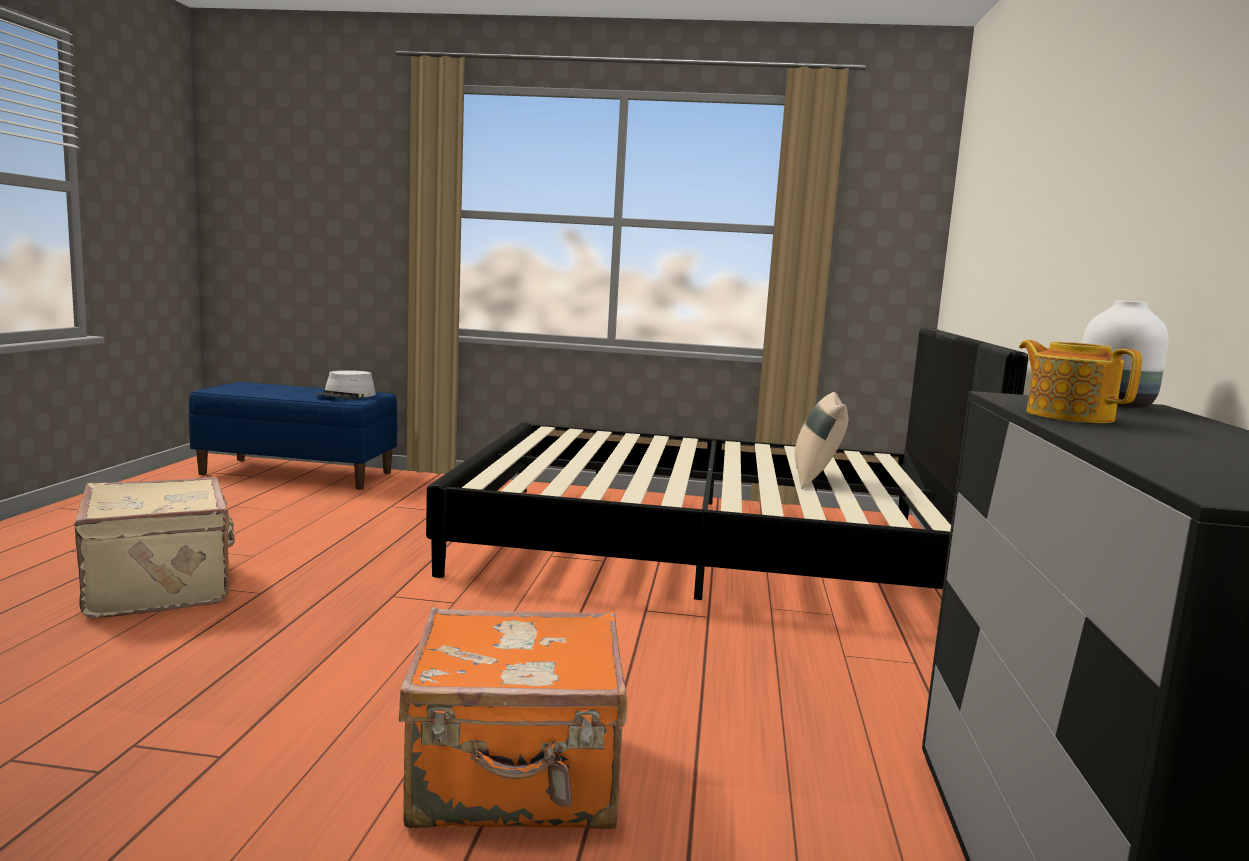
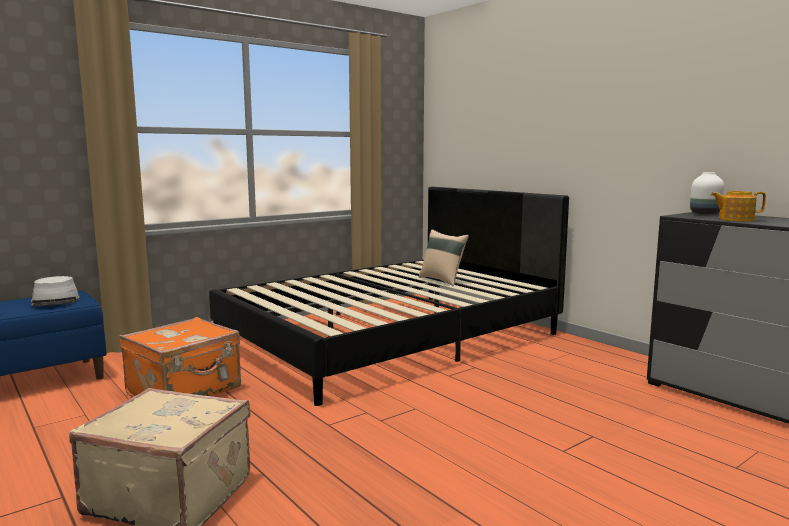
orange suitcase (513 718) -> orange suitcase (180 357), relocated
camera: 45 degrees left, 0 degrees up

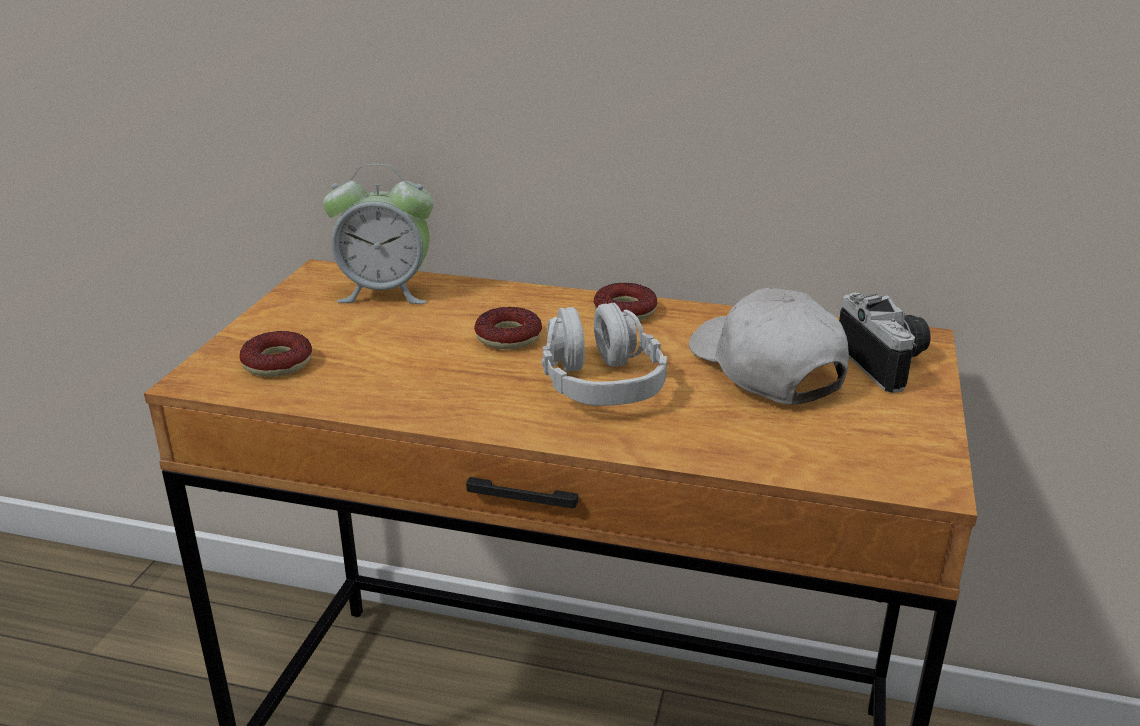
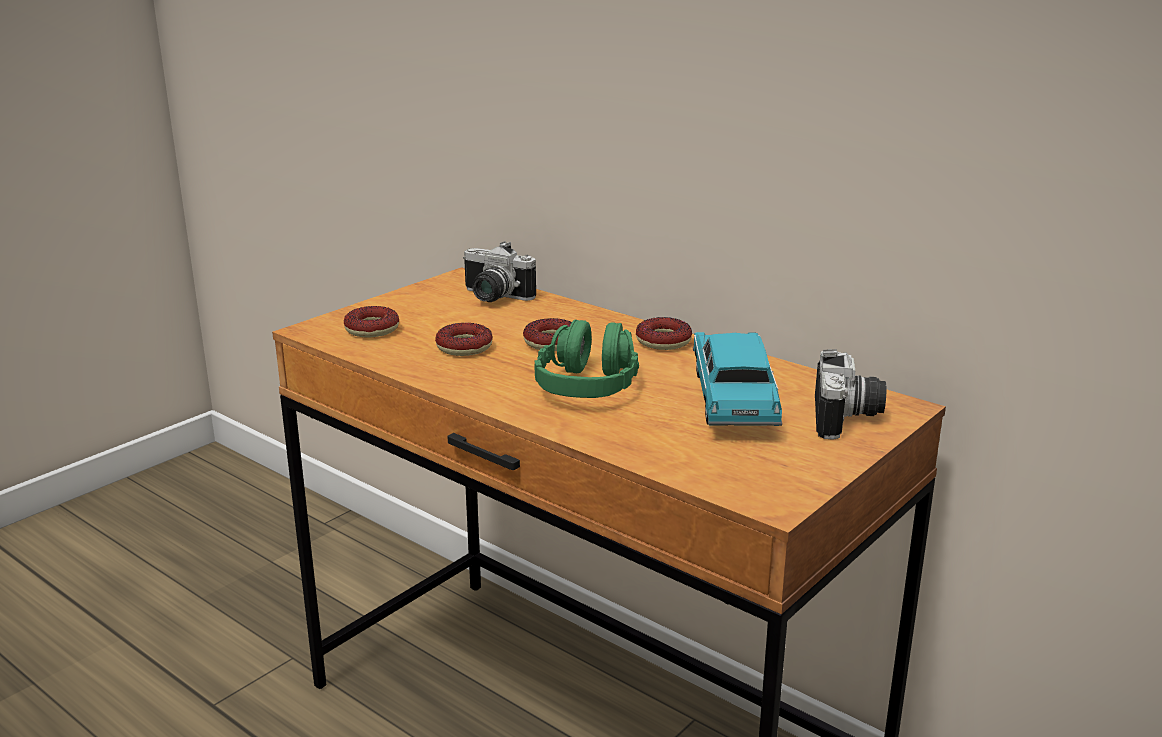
none -> donut (464 339)
alarm clock (378 234) -> photo camera (499 271)
grey headphones (604 354) -> green headphones (587 359)
white cap (769 346) -> turquoise toy car (737 379)
camera: 25 degrees right, 5 degrees down

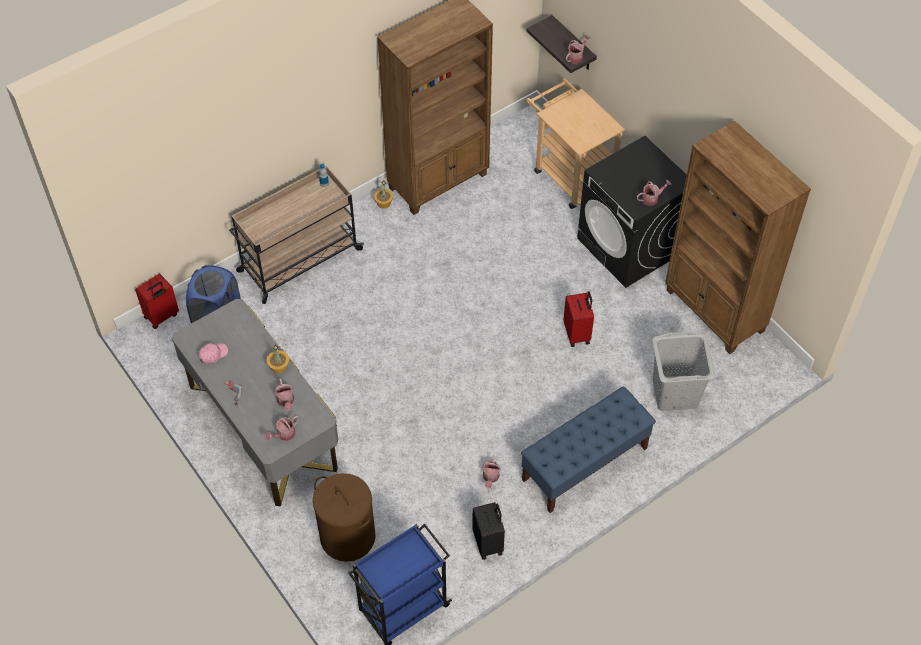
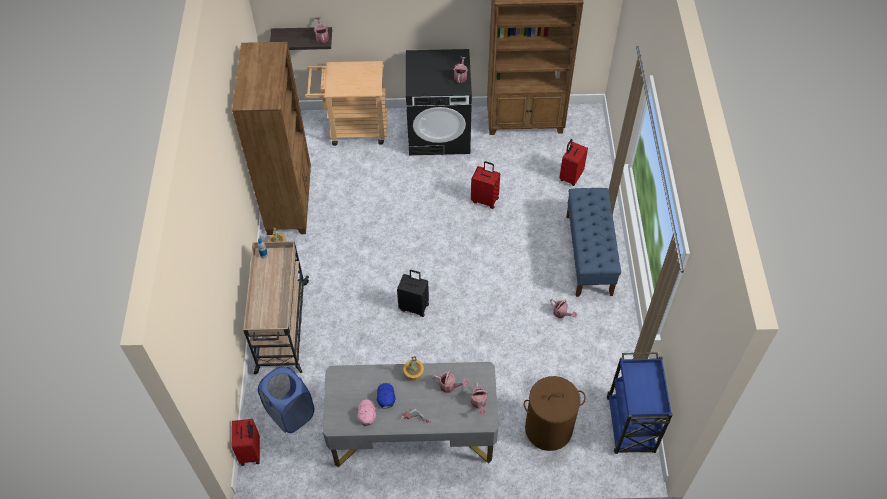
none -> blue cap (386 396)
black suitcase (488 531) -> black suitcase (413 293), relocated
grey laundry basket (683 371) -> red suitcase (573 162)
camera: 55 degrees left, 0 degrees up

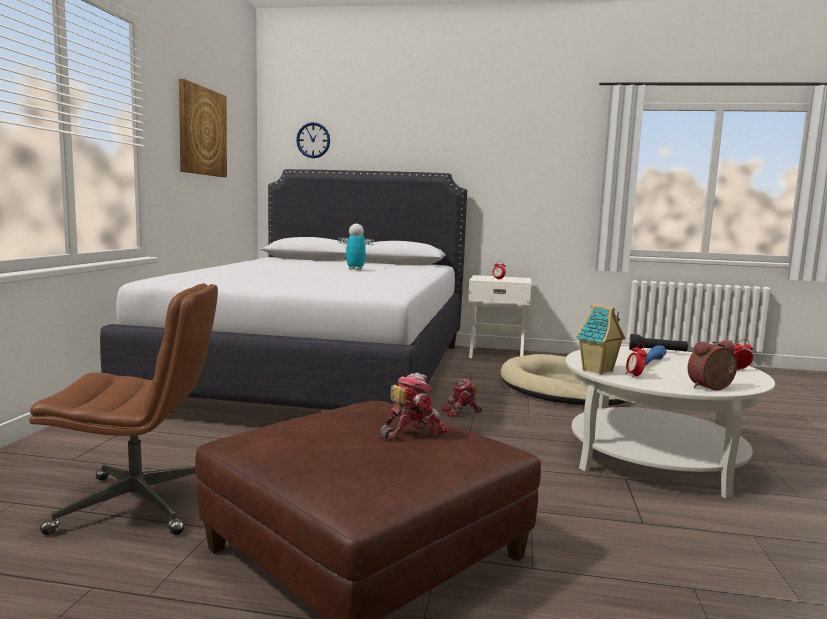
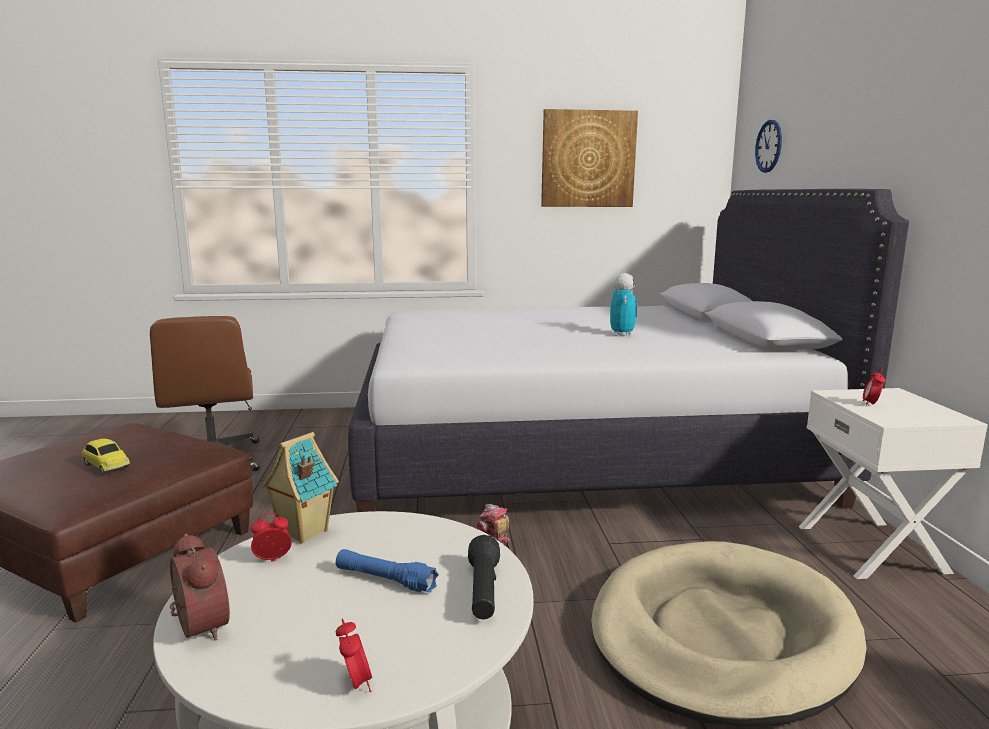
toy robot (413 406) -> toy car (106 456)
camera: 75 degrees right, 5 degrees up

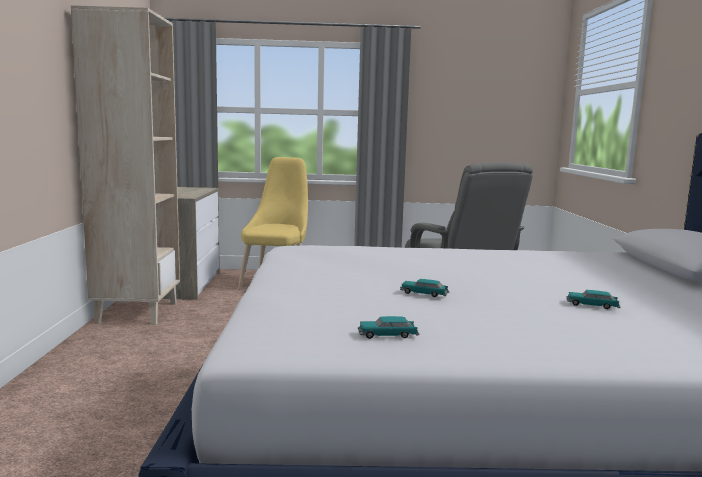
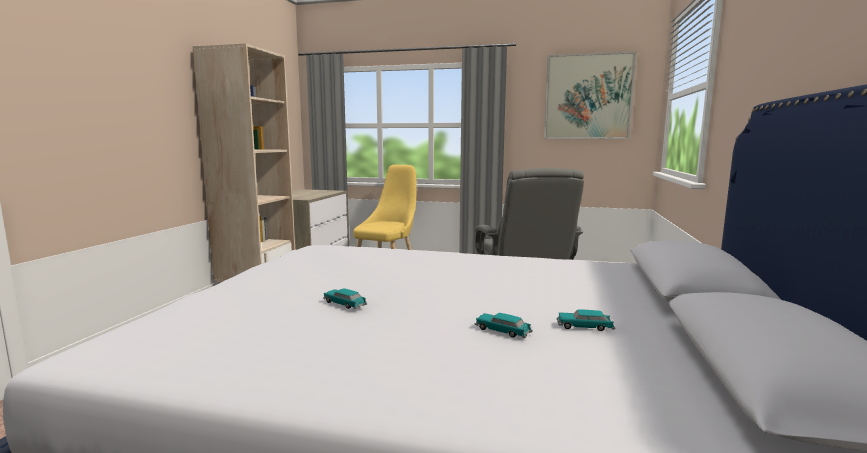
none -> picture (590 95)
toy car (388 327) -> toy car (586 320), relocated
camera: 15 degrees right, 0 degrees up

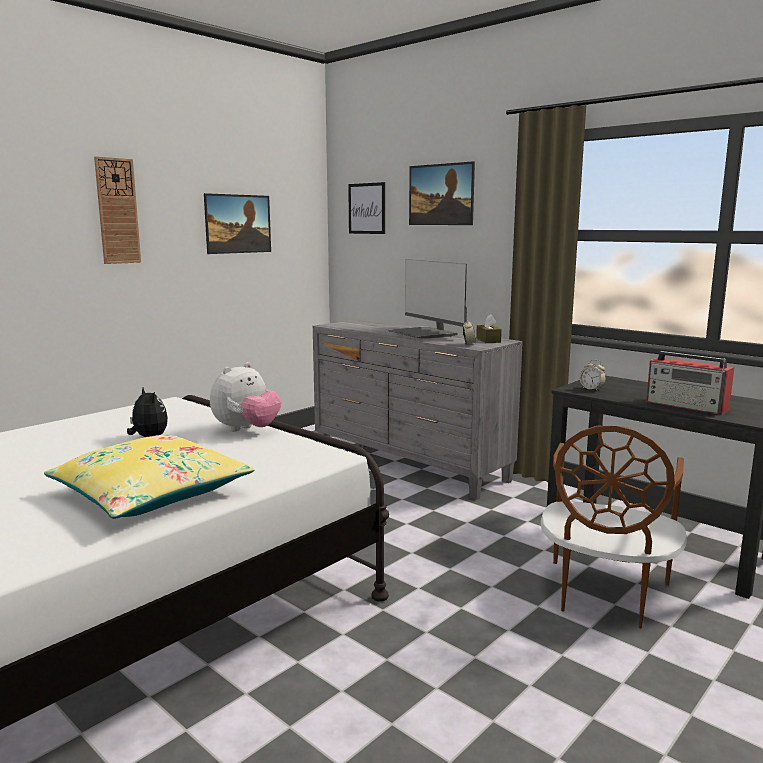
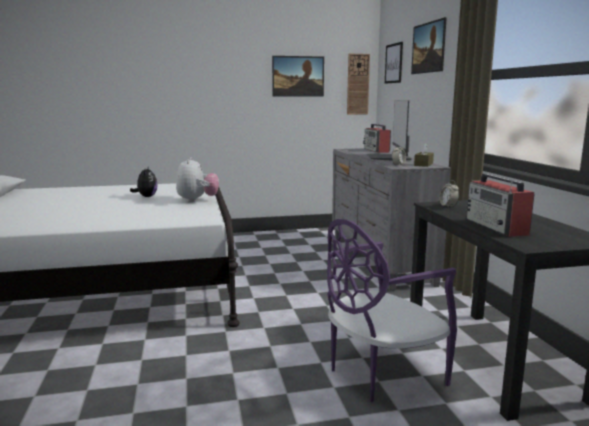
plush toy (246 397) -> plush toy (197 179), 75 degrees counterclockwise
brown chair (614 527) -> purple chair (392 310)
wall clock (117 210) -> wall clock (358 84), relocated
none -> radio (377 138)
yellow pillow (149 477) -> none
camera: 35 degrees right, 0 degrees up

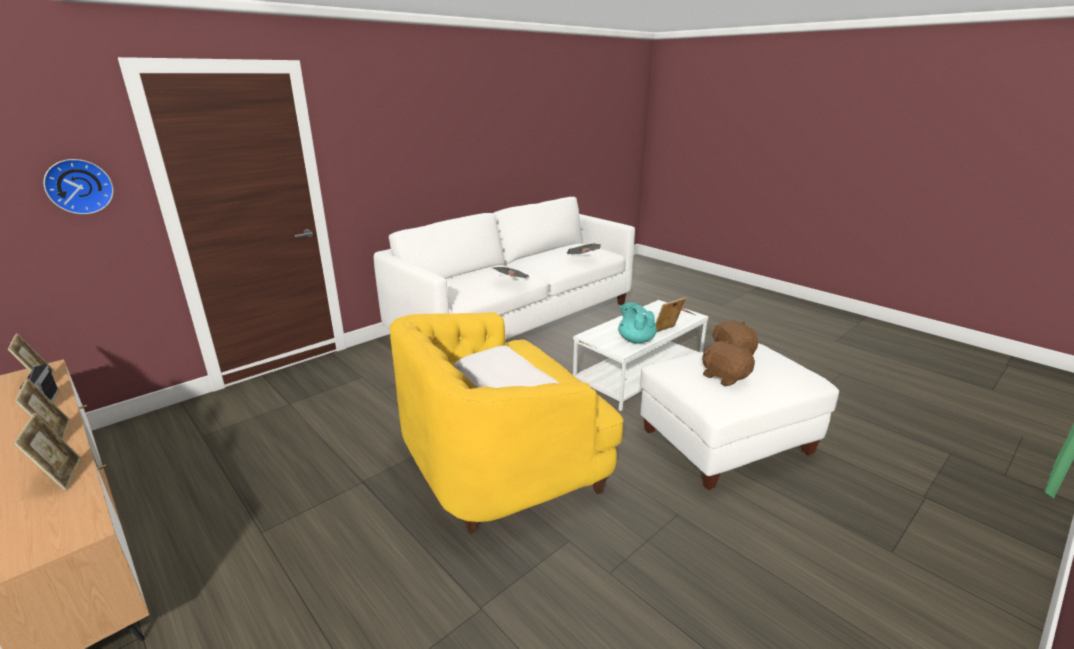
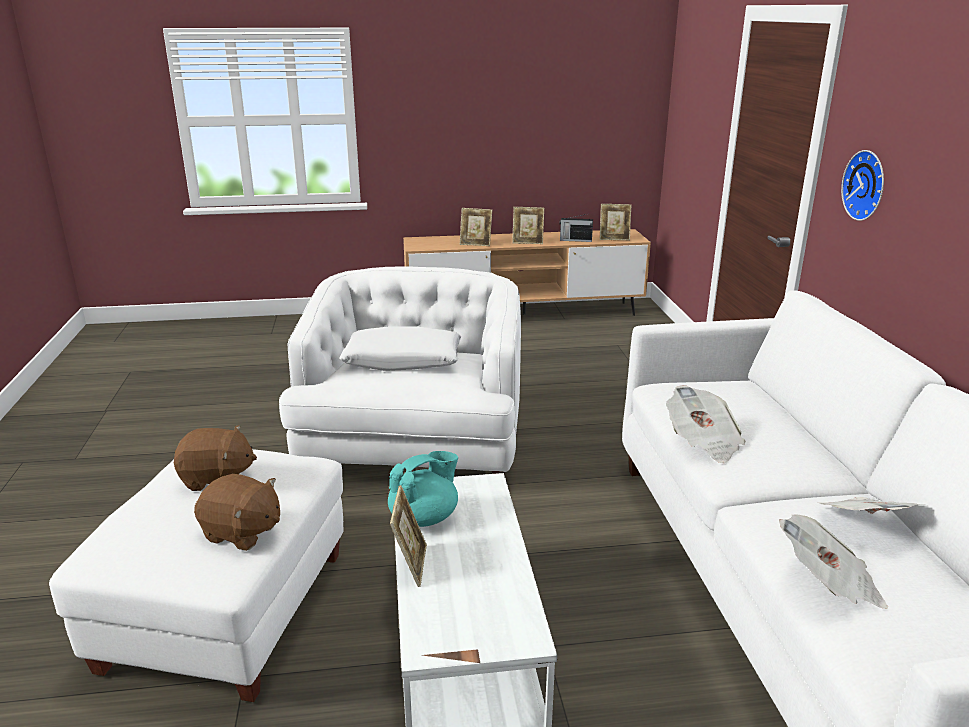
yellow armchair (506 423) -> white armchair (400 370)
turquoise teapot (637 323) -> turquoise teapot (423 489), 45 degrees counterclockwise
none -> newspaper (872 505)
wall clock (78 186) -> wall clock (862 185), relocated
camera: 125 degrees right, 0 degrees up

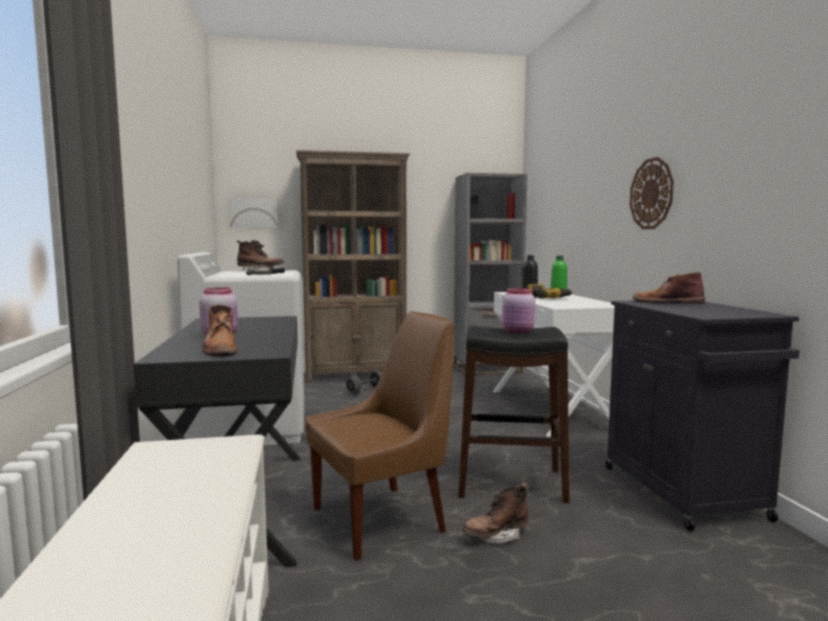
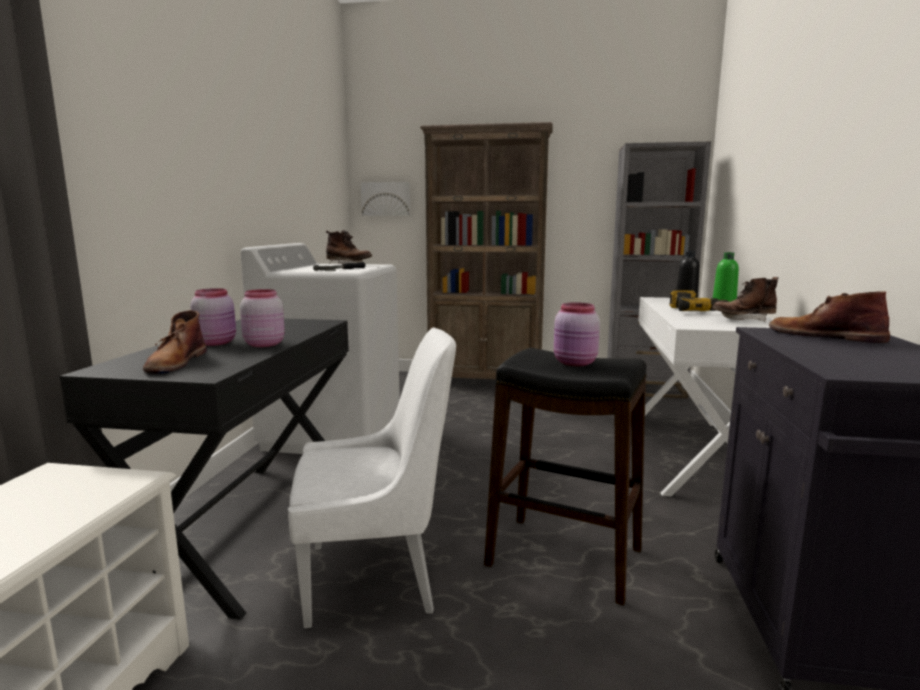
none -> pink jar (262 318)
brown chair (380 436) -> white chair (372 478)
brown boot (495 513) -> brown boot (745 299), relocated
grey dumbbell (364 382) -> none
wall clock (652 193) -> none
camera: 20 degrees right, 5 degrees up

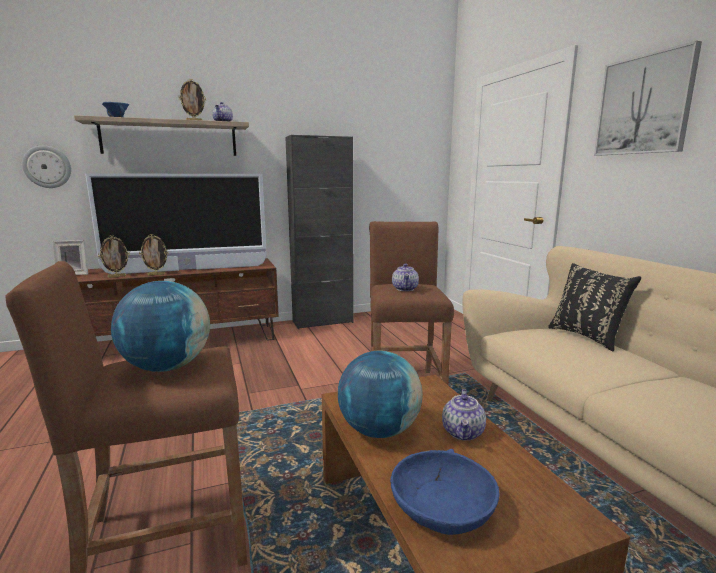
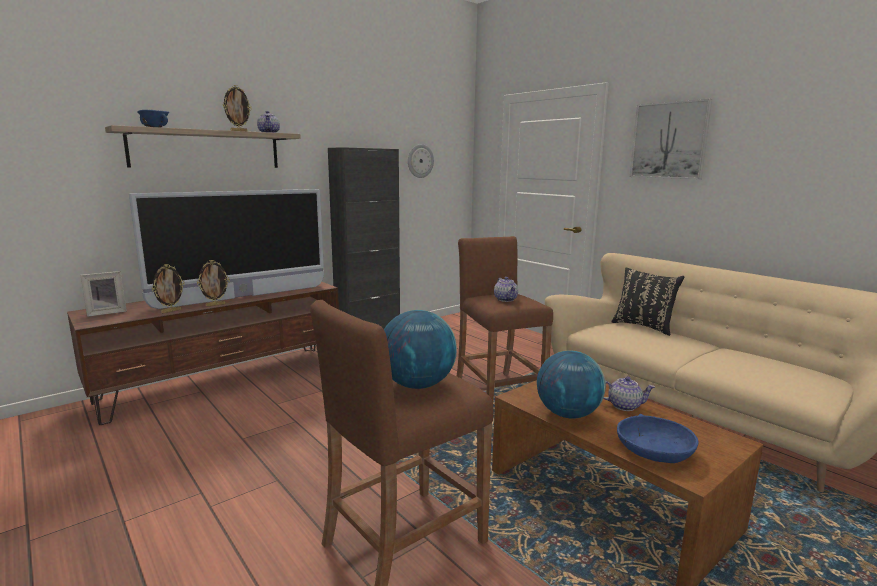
wall clock (46 166) -> wall clock (421 161), relocated
teapot (464 415) -> teapot (629 394), 75 degrees counterclockwise
camera: 20 degrees left, 0 degrees up

